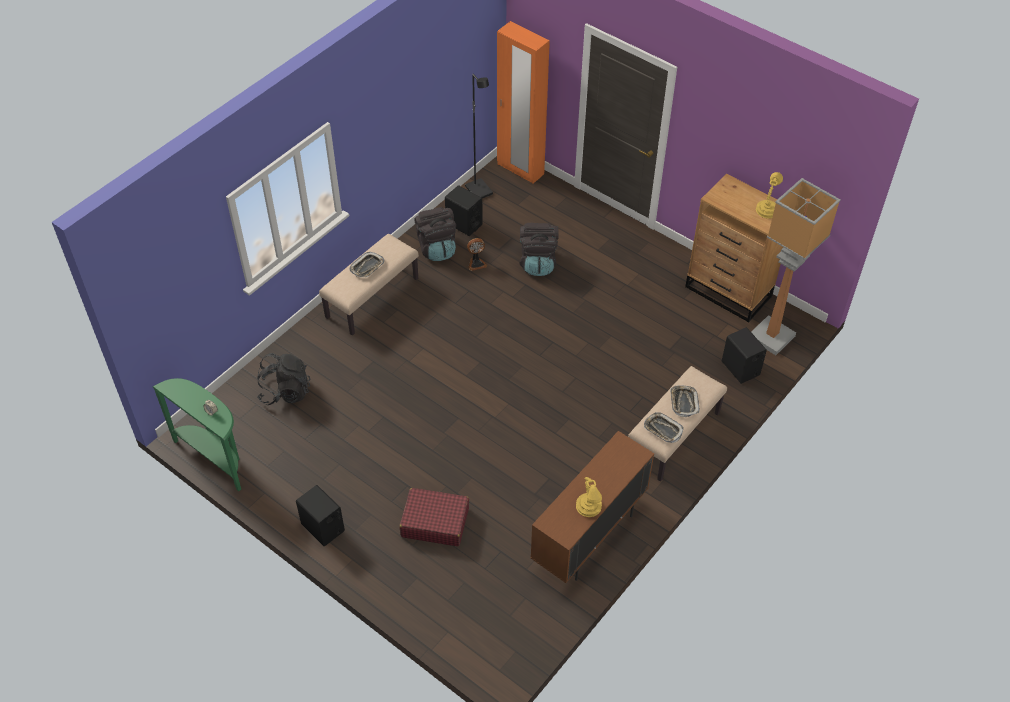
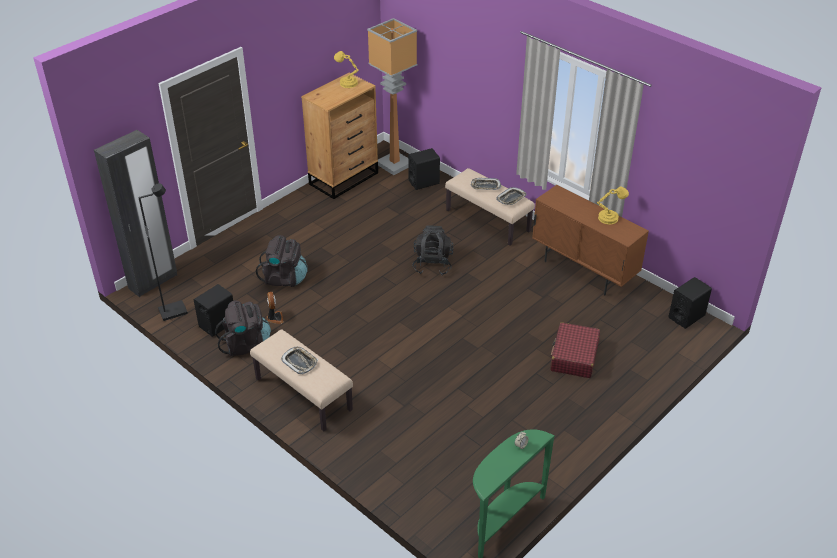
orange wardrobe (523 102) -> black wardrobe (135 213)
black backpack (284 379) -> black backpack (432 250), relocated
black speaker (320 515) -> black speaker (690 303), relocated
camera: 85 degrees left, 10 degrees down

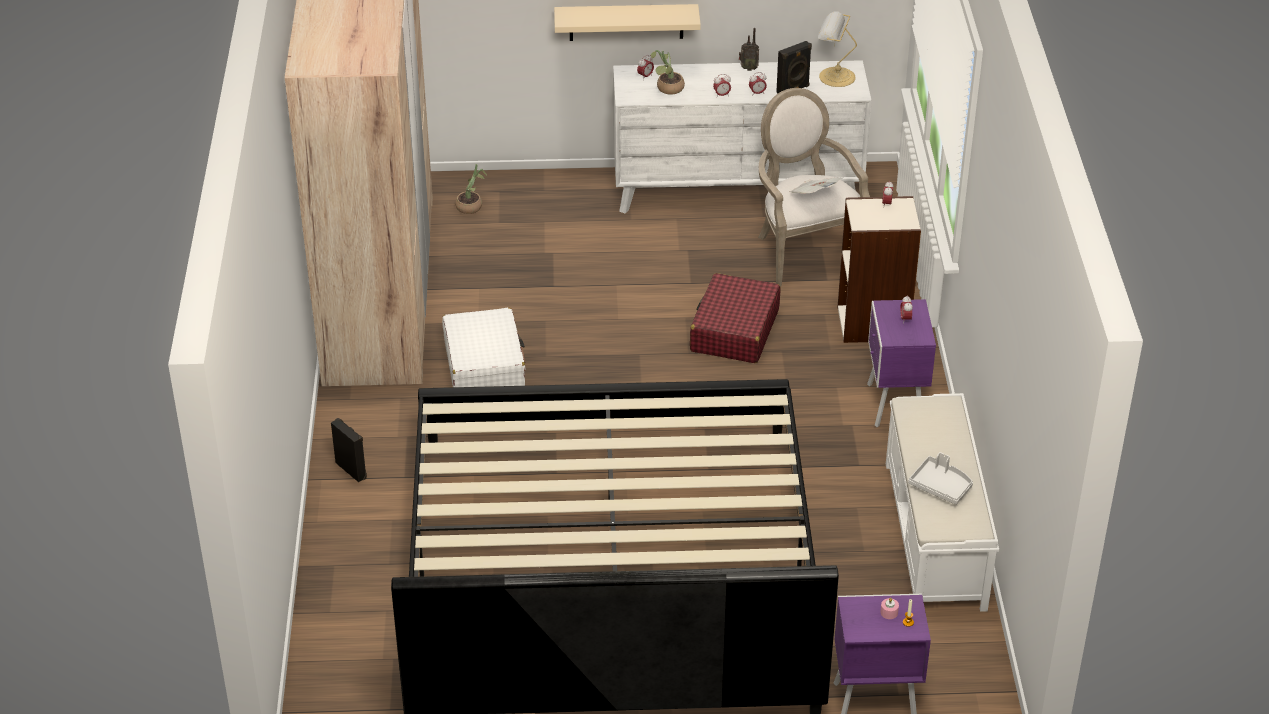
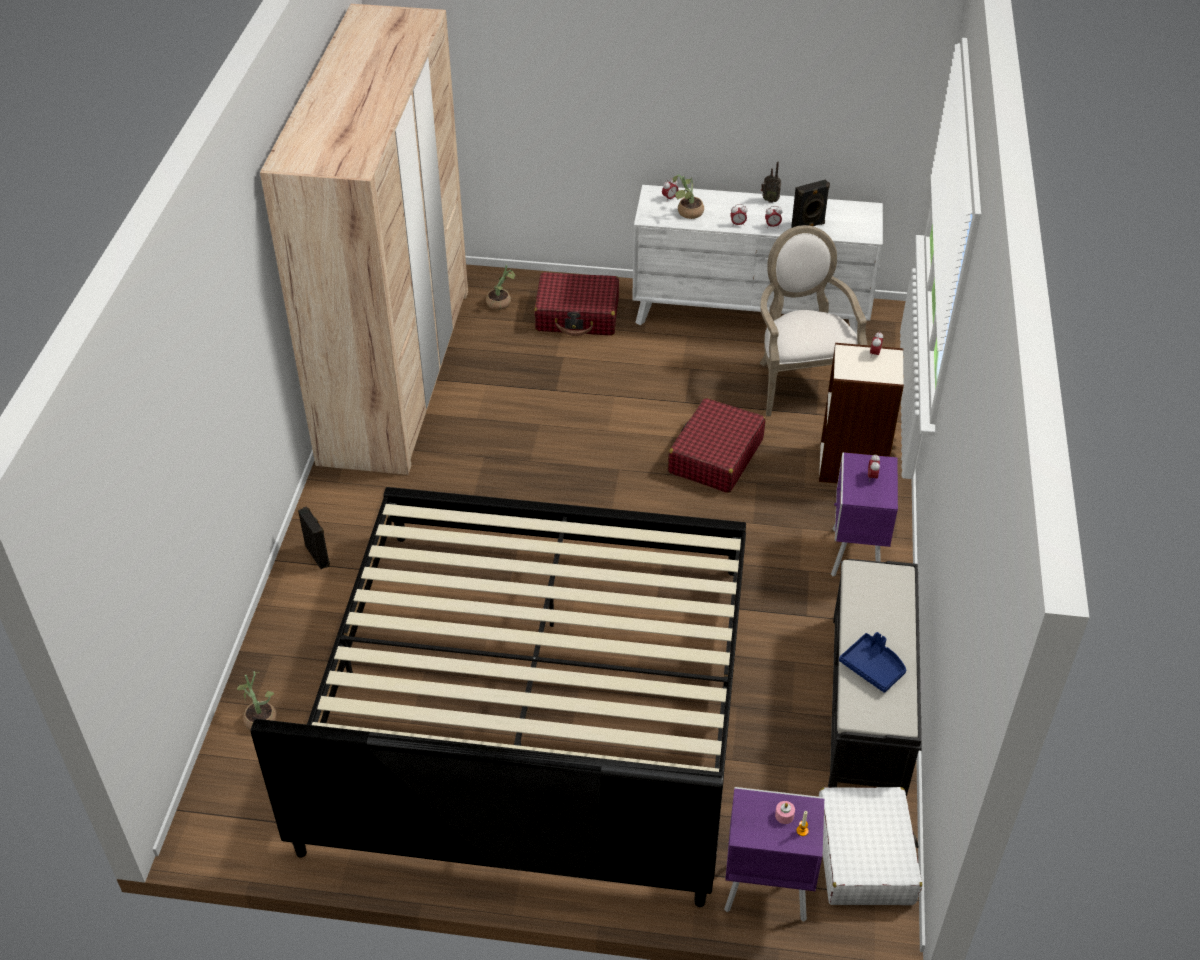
none -> potted plant (257 700)
none -> red suitcase (576 304)
white suitcase (483 347) -> white suitcase (870 846), relocated
white bench (942 502) -> black bench (875 678)
grey tray (940 478) -> blue tray (872 662)
beige shelf (627 22) -> none
newspaper (816 185) -> none
table lamp (837 49) -> none
camera: 10 degrees right, 5 degrees up

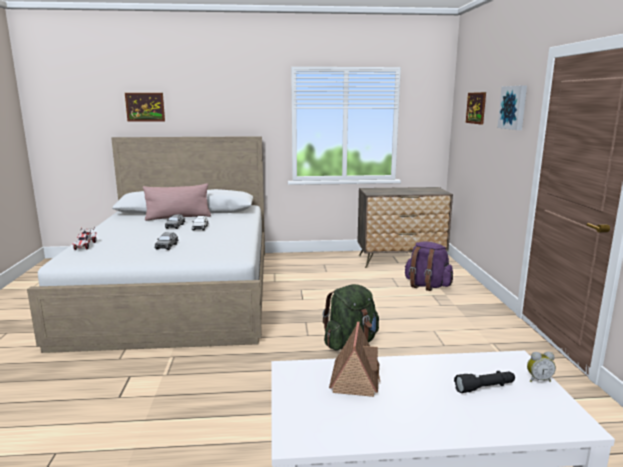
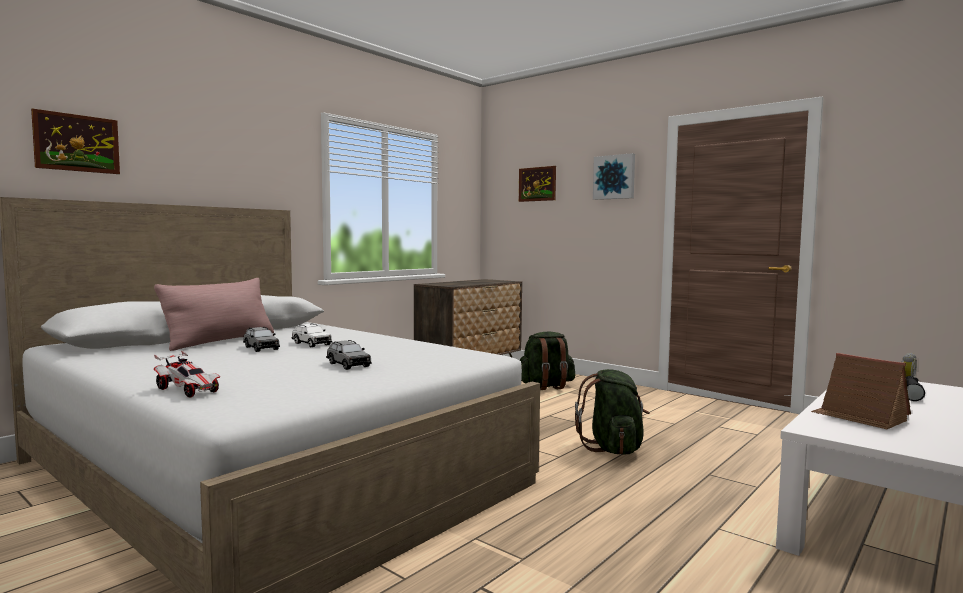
purple backpack (429 266) -> green backpack (547 361)
camera: 45 degrees left, 10 degrees down

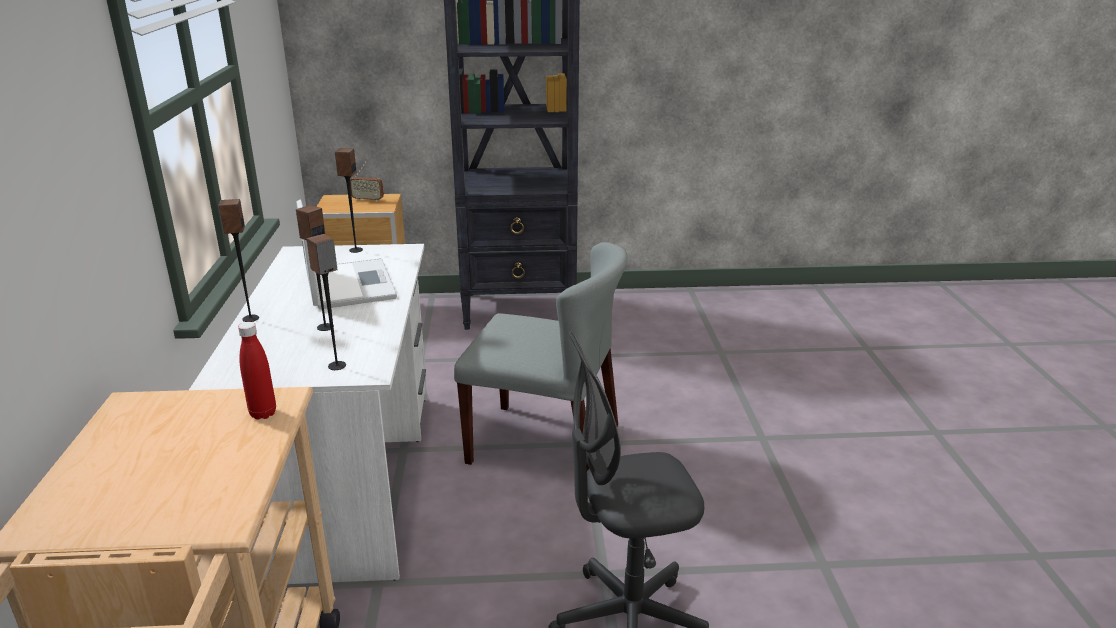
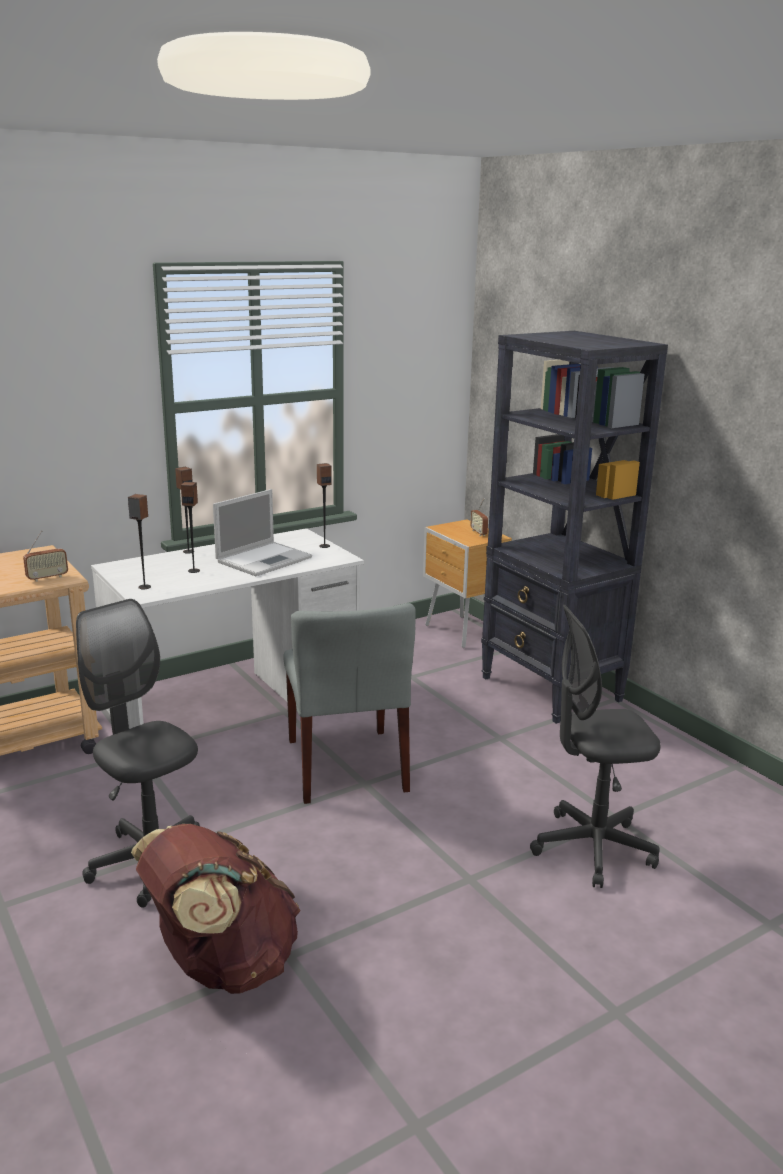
red bottle (257 371) -> radio (45 556)
none -> brown backpack (216 909)
none -> grey office chair (595 746)
camera: 60 degrees right, 5 degrees down

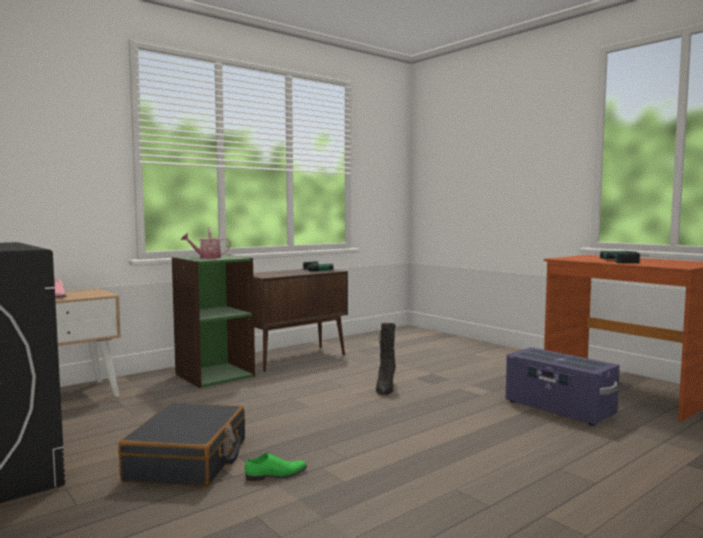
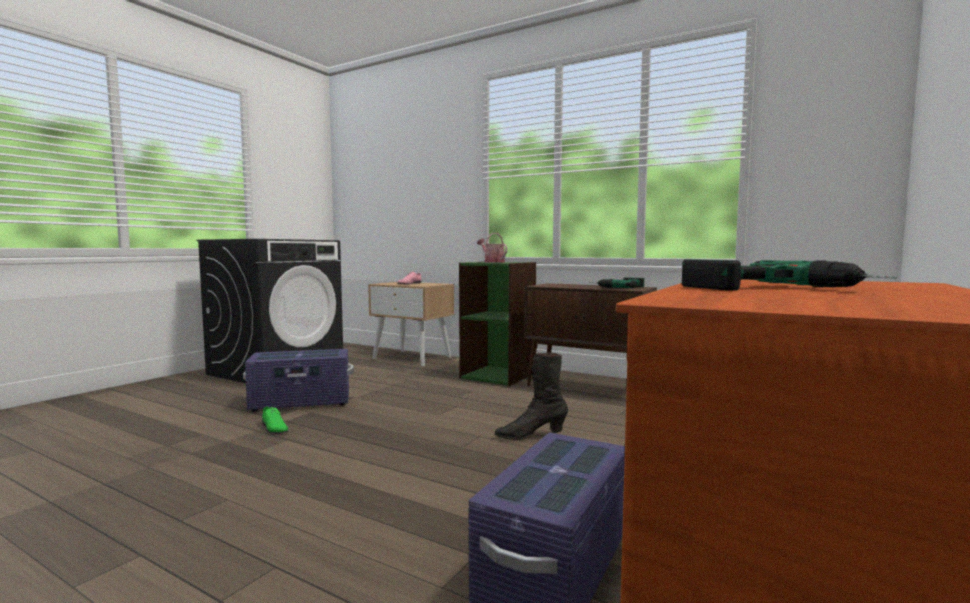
black suitcase (181 444) -> purple storage box (298 380)
camera: 70 degrees right, 0 degrees up

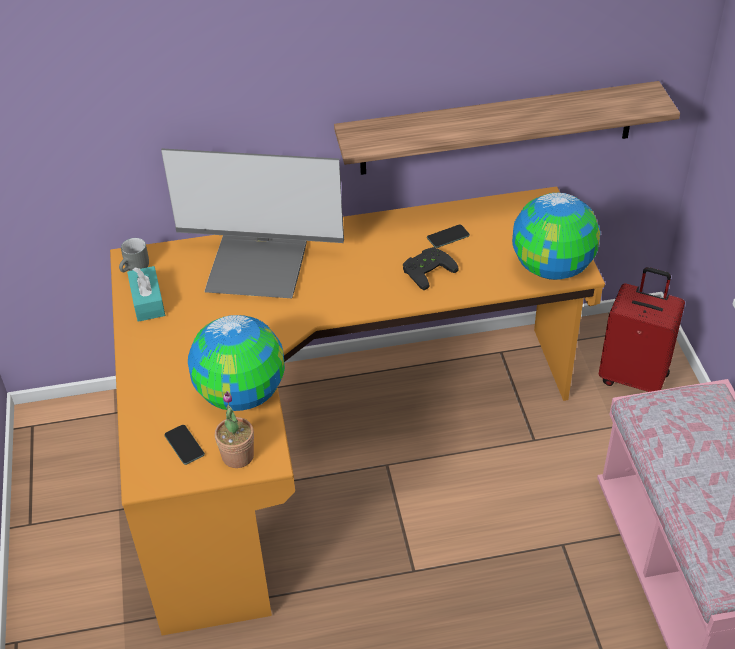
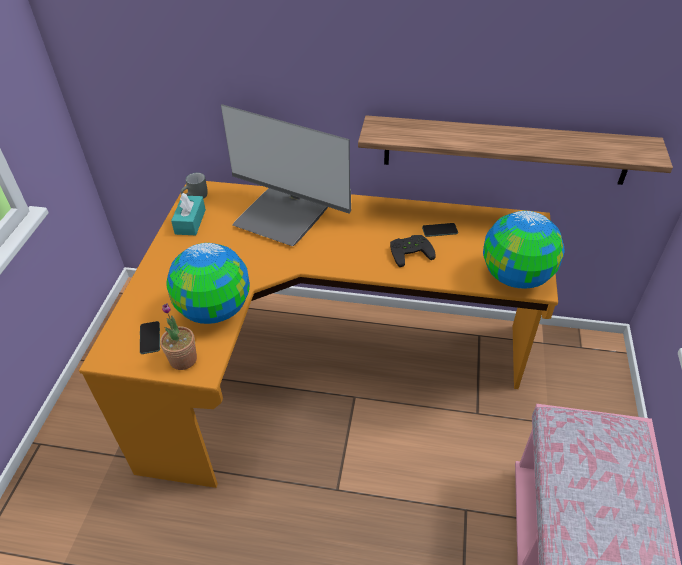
red suitcase (642 329) -> none
camera: 20 degrees right, 0 degrees up

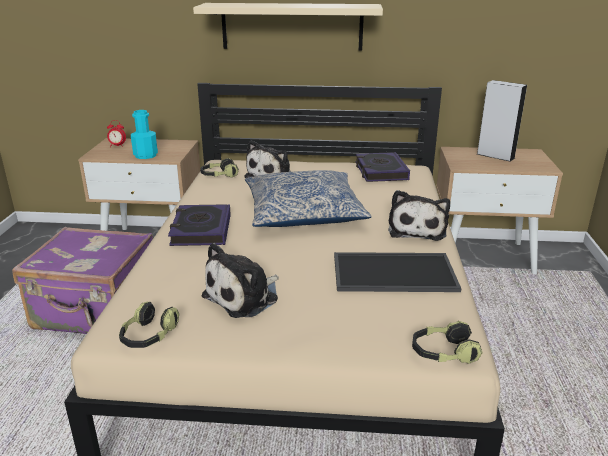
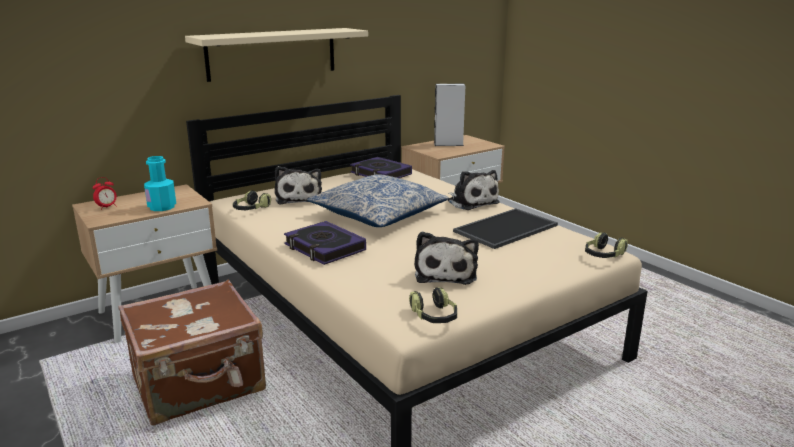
purple suitcase (82 280) -> brown suitcase (192 352)
camera: 40 degrees left, 5 degrees down

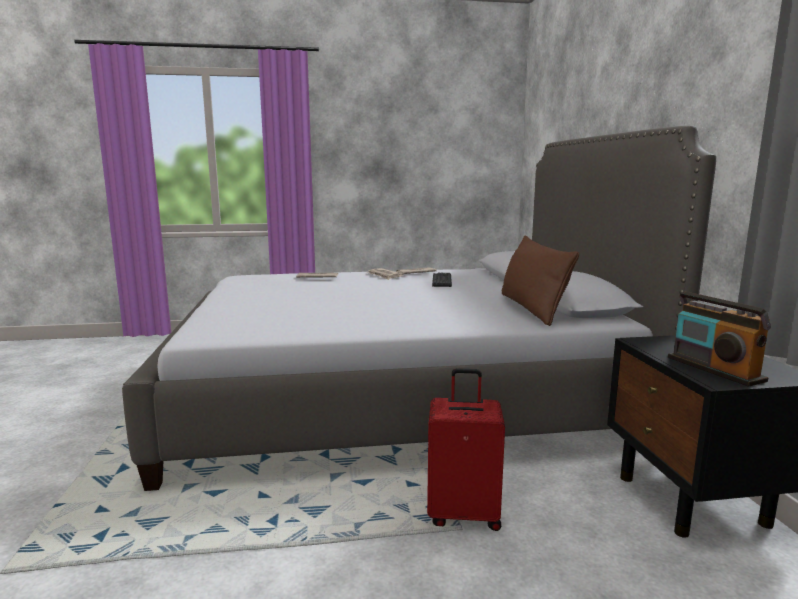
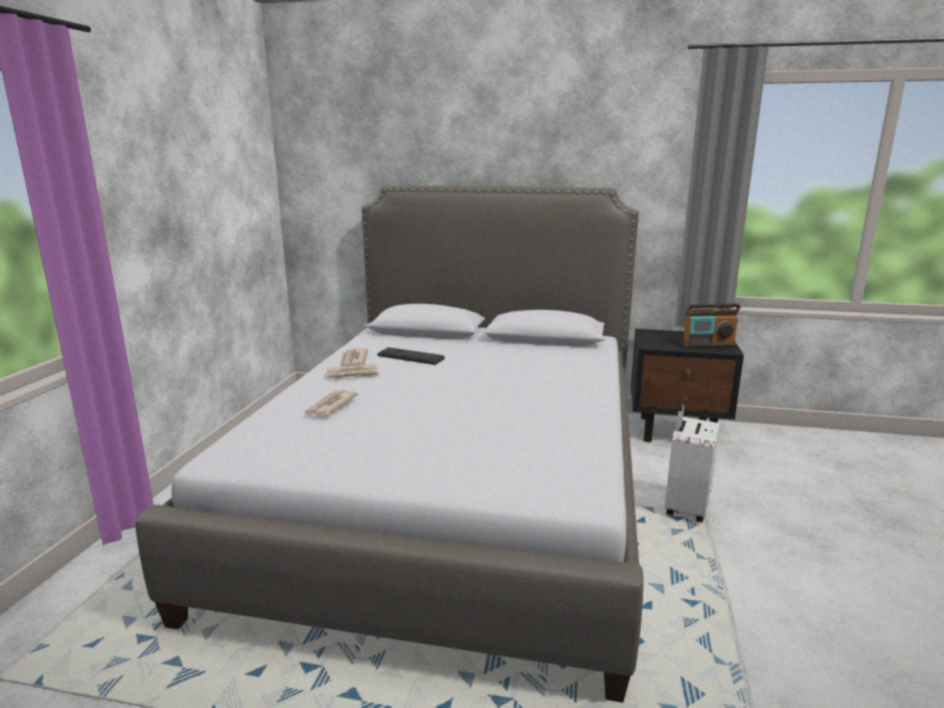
red suitcase (466 449) -> white suitcase (692 460)
brown pillow (540 281) -> none
camera: 70 degrees left, 5 degrees up

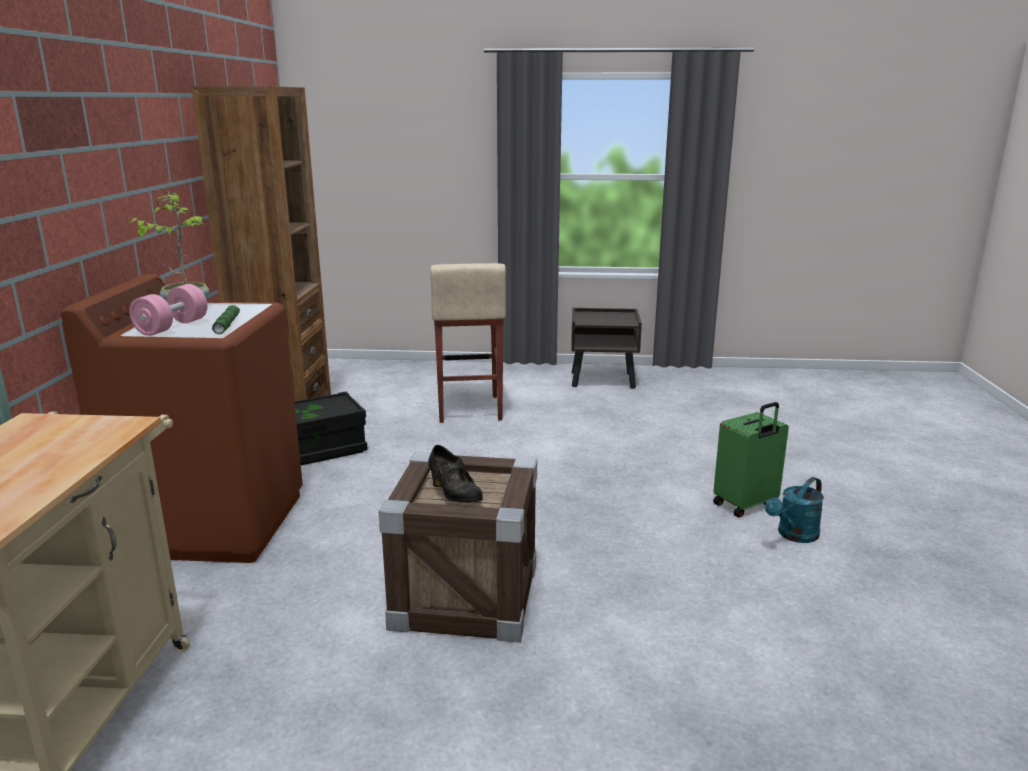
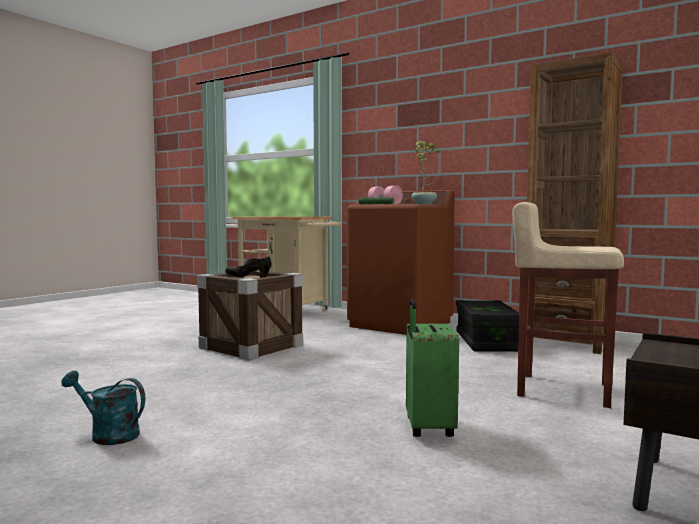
turquoise watering can (794 510) -> turquoise watering can (103 408), 60 degrees counterclockwise
green suitcase (751 460) -> green suitcase (432 368), relocated
camera: 120 degrees right, 15 degrees down

